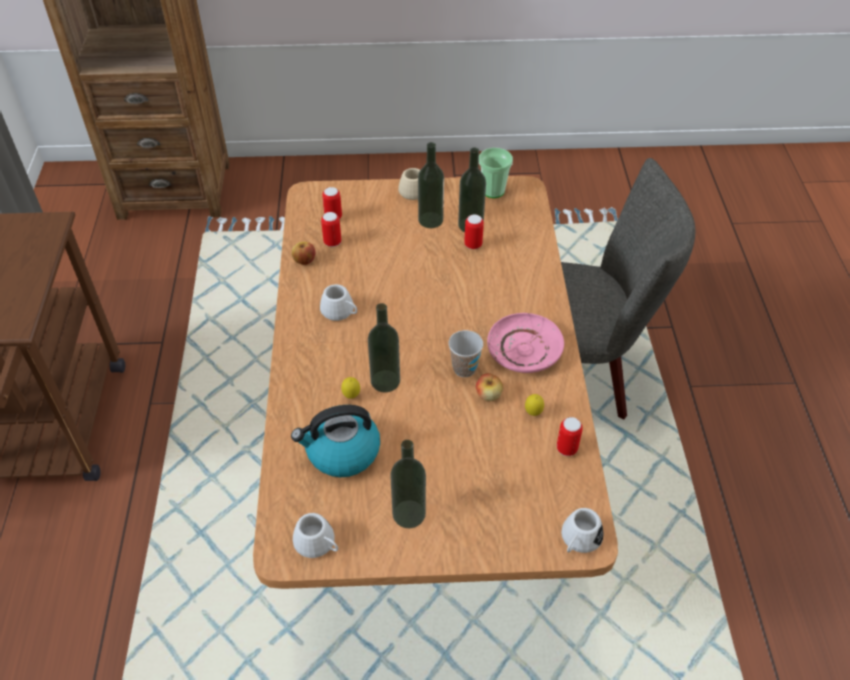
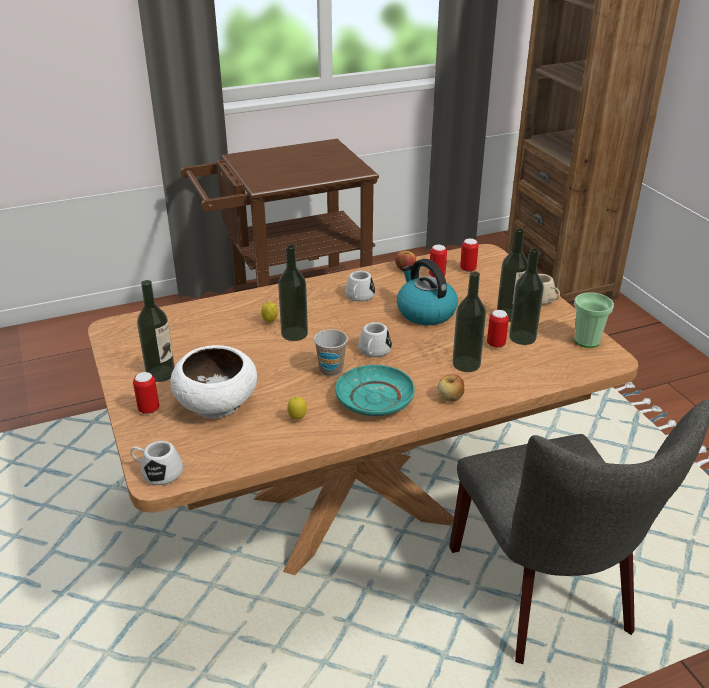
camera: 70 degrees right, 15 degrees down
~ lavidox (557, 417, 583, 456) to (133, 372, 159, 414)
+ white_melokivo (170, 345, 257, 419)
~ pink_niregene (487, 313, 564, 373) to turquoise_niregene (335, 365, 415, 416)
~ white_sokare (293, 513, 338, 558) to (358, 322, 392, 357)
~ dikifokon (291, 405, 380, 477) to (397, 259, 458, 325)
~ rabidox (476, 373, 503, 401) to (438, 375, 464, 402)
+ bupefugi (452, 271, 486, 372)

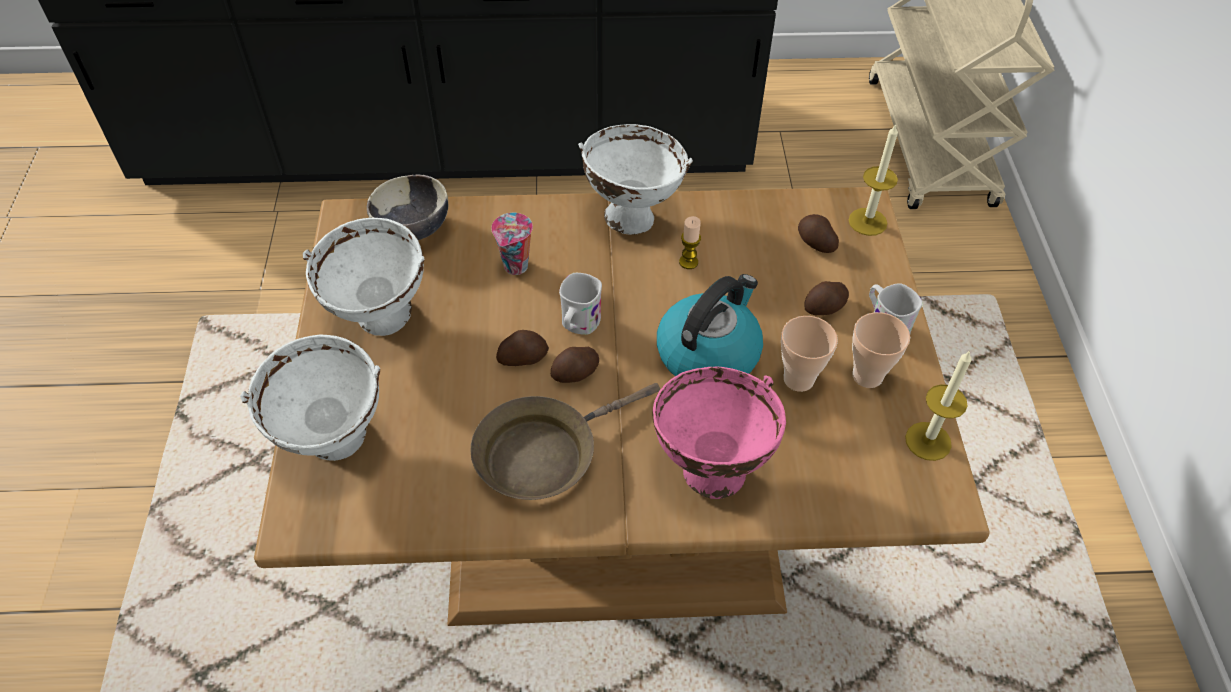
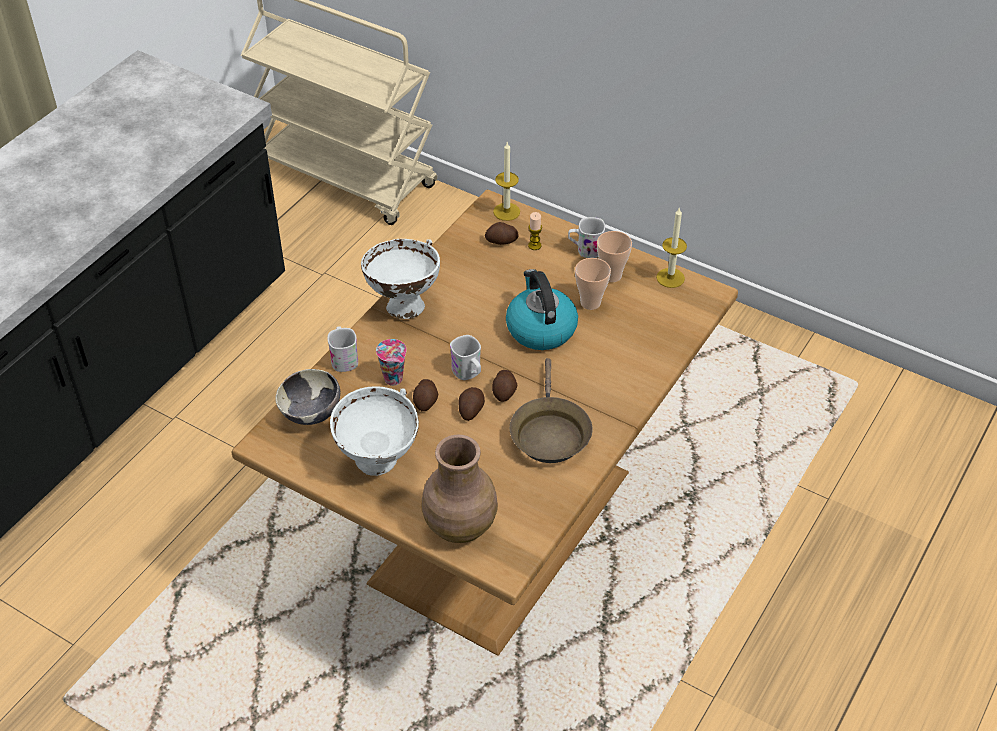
camera: 55 degrees left, 5 degrees down
+ white_sokare (327, 326, 358, 372)
~ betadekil (804, 281, 849, 315) to (413, 379, 439, 411)
~ white_melokivo (240, 335, 380, 461) to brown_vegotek (421, 435, 498, 543)
~ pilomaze (679, 216, 701, 269) to (528, 212, 542, 250)
- pink_melokivo (653, 367, 786, 499)

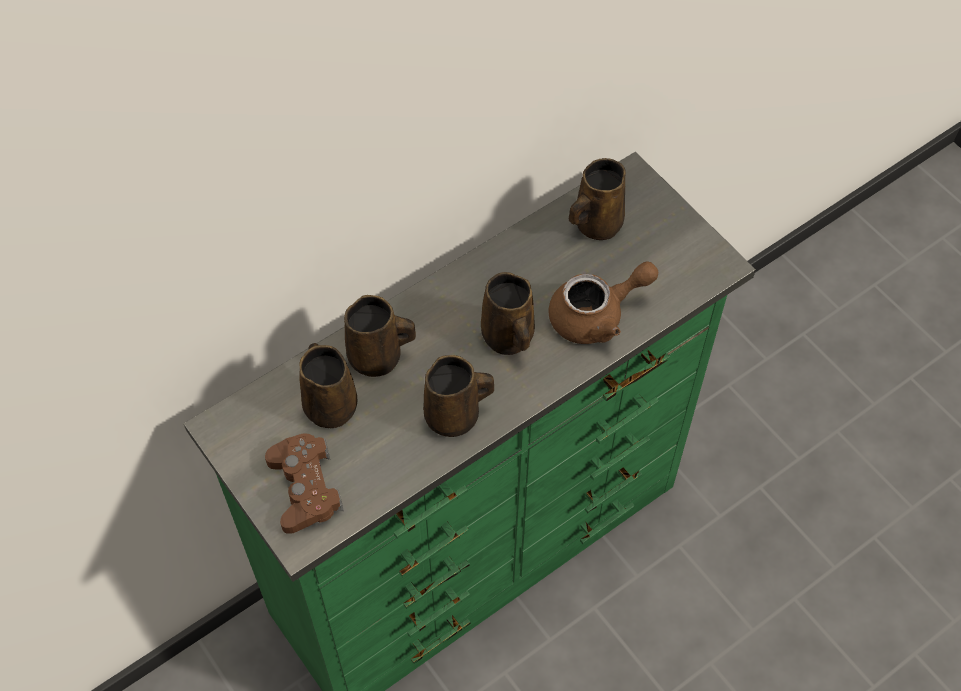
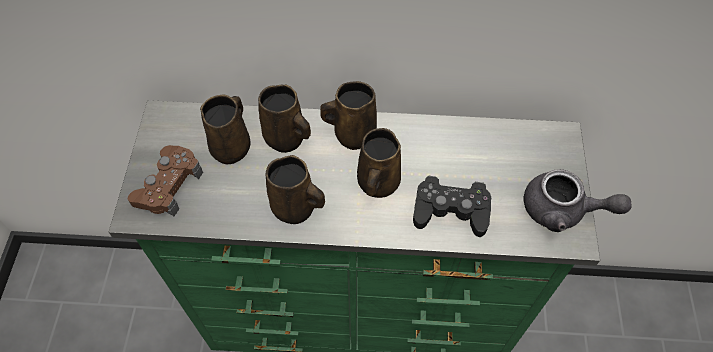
camera: 40 degrees right, 0 degrees up
~ brown_sokare (569, 158, 626, 240) to (320, 81, 377, 150)
~ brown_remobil (549, 261, 658, 344) to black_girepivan (413, 176, 491, 237)
+ grey_remobil (524, 169, 632, 232)

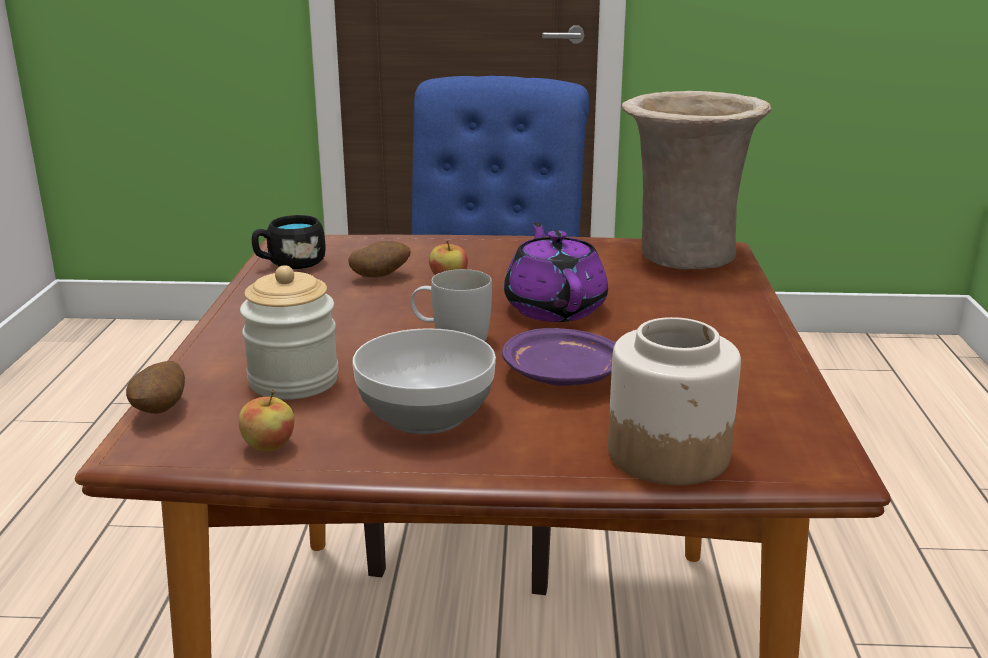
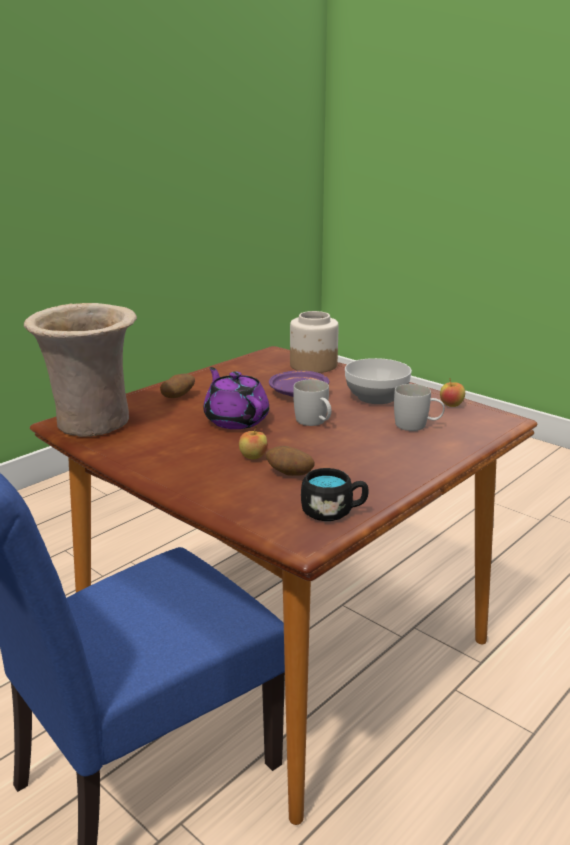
camera: 140 degrees left, 0 degrees up
~ betadekil (126, 361, 185, 414) to (160, 374, 195, 398)
~ purple_remobil (504, 222, 608, 322) = (203, 367, 269, 429) 120 degrees clockwise
~ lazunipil (240, 265, 339, 400) to white_sokare (394, 384, 445, 431)

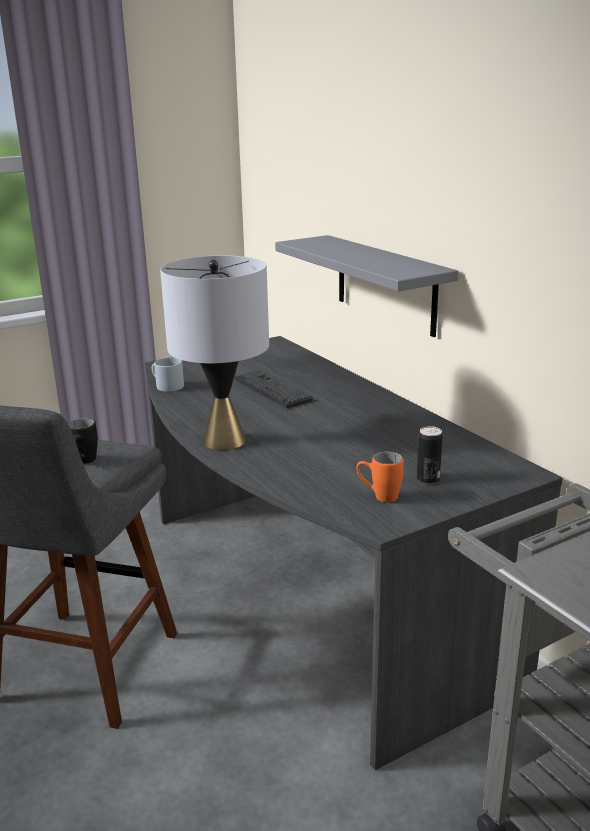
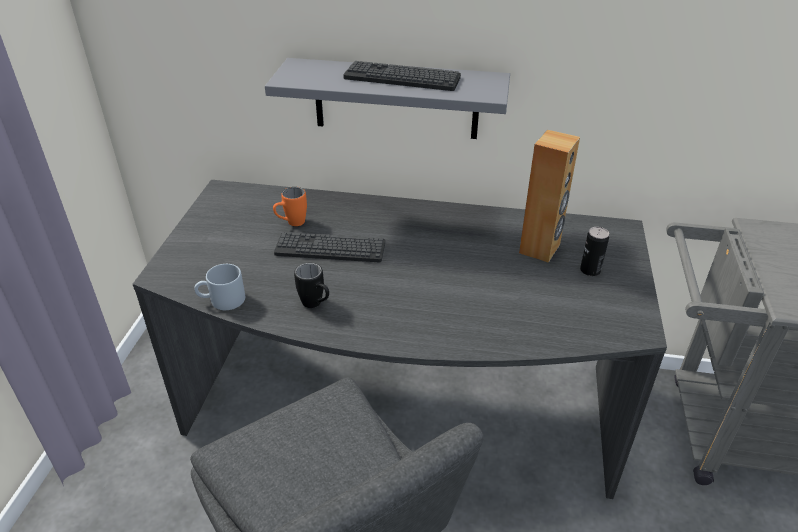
camera: 50 degrees left, 15 degrees up
~ orange_sokare (356, 451, 404, 502) to (273, 187, 307, 226)
~ black_sokare (68, 418, 98, 464) to (294, 263, 329, 308)
+ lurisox (343, 61, 461, 91)
+ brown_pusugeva (519, 130, 580, 263)
- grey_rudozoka (160, 255, 269, 450)

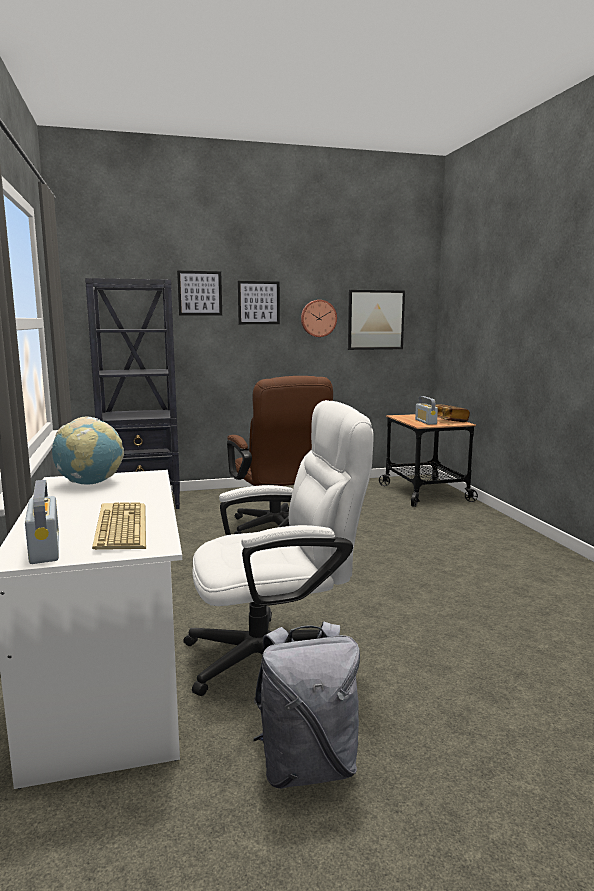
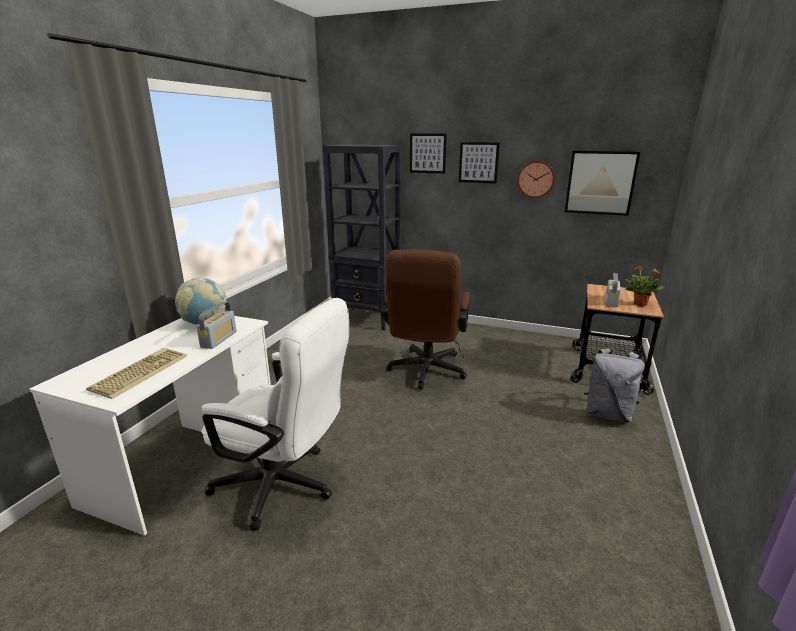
camera: 35 degrees right, 10 degrees up
~ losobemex (25, 480, 59, 564) to (196, 301, 236, 349)
~ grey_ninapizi (254, 622, 360, 789) to (584, 348, 645, 422)
~ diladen (435, 405, 470, 422) to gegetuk (625, 265, 665, 306)

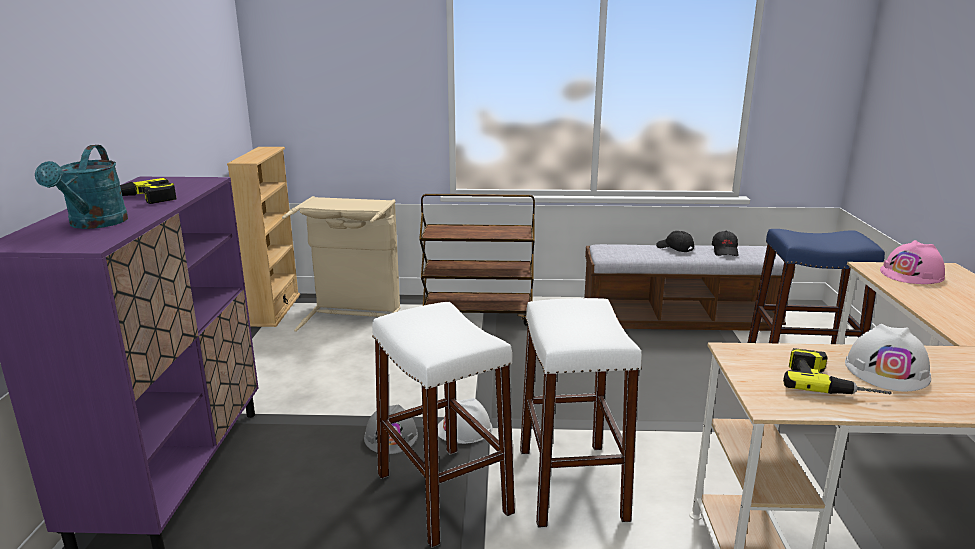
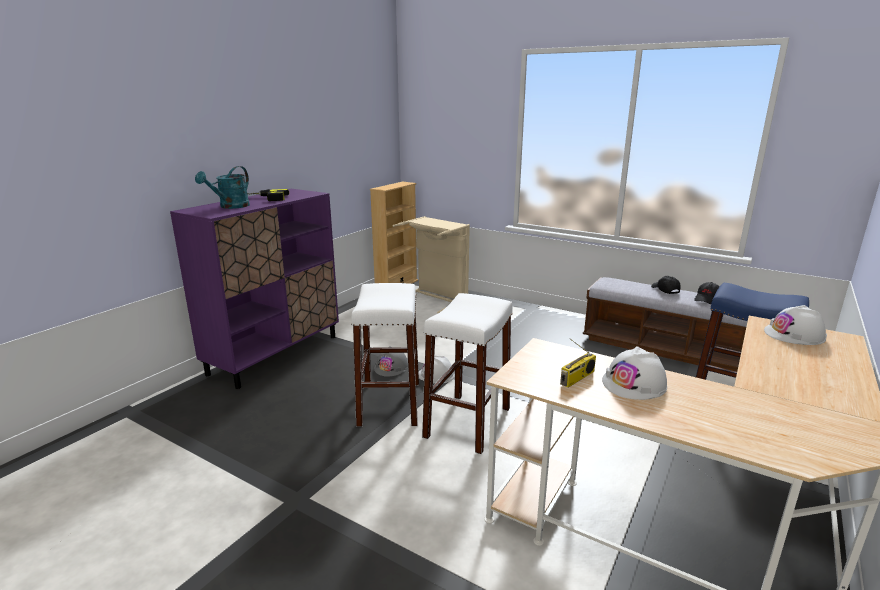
camera: 30 degrees right, 0 degrees up
~ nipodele (783, 348, 892, 394) to losobemex (560, 339, 596, 388)
~ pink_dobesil (880, 240, 945, 284) to white_dobesil (764, 305, 827, 345)
- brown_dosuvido (419, 194, 535, 326)

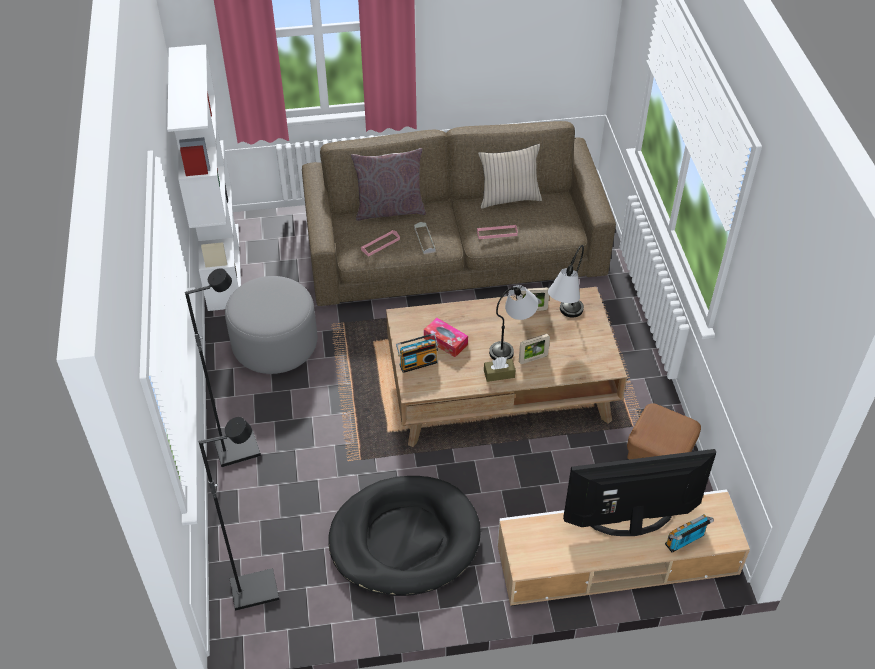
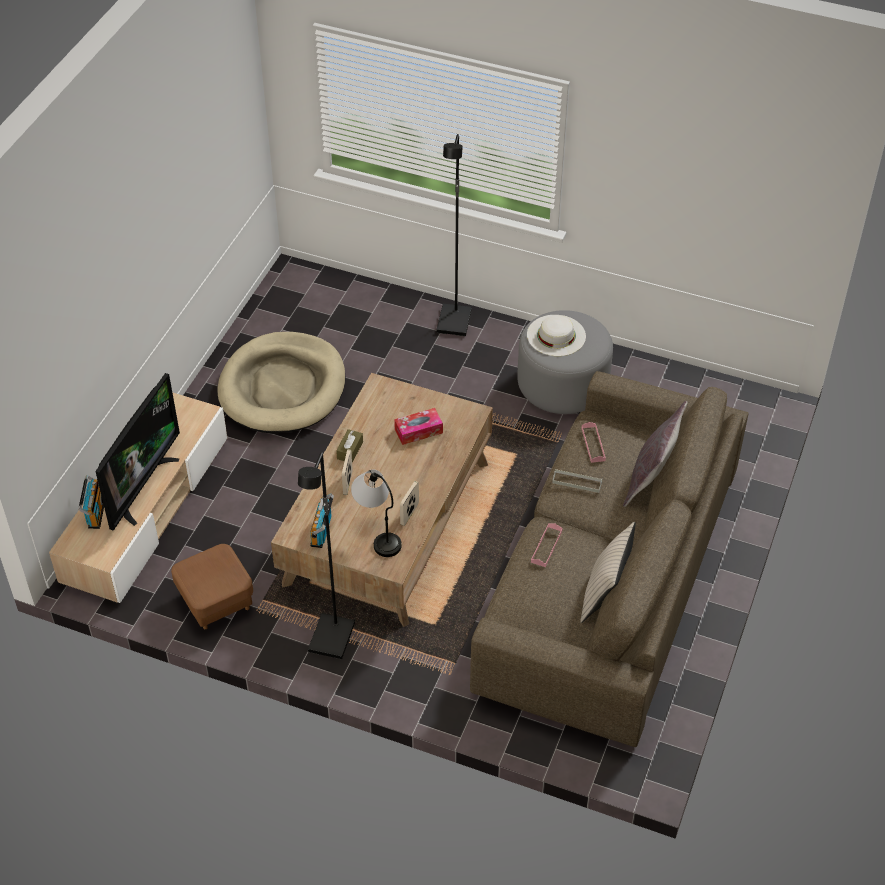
camera: 120 degrees right, 0 degrees up
~ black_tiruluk (328, 476, 481, 596) to beige_tiruluk (217, 332, 345, 434)
~ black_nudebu (199, 417, 279, 611) to (298, 452, 355, 659)
~ losobemex (396, 333, 438, 373) to (310, 494, 334, 548)
+ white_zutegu (527, 315, 586, 356)
- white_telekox (167, 45, 241, 311)
- rudozoka (489, 285, 538, 360)

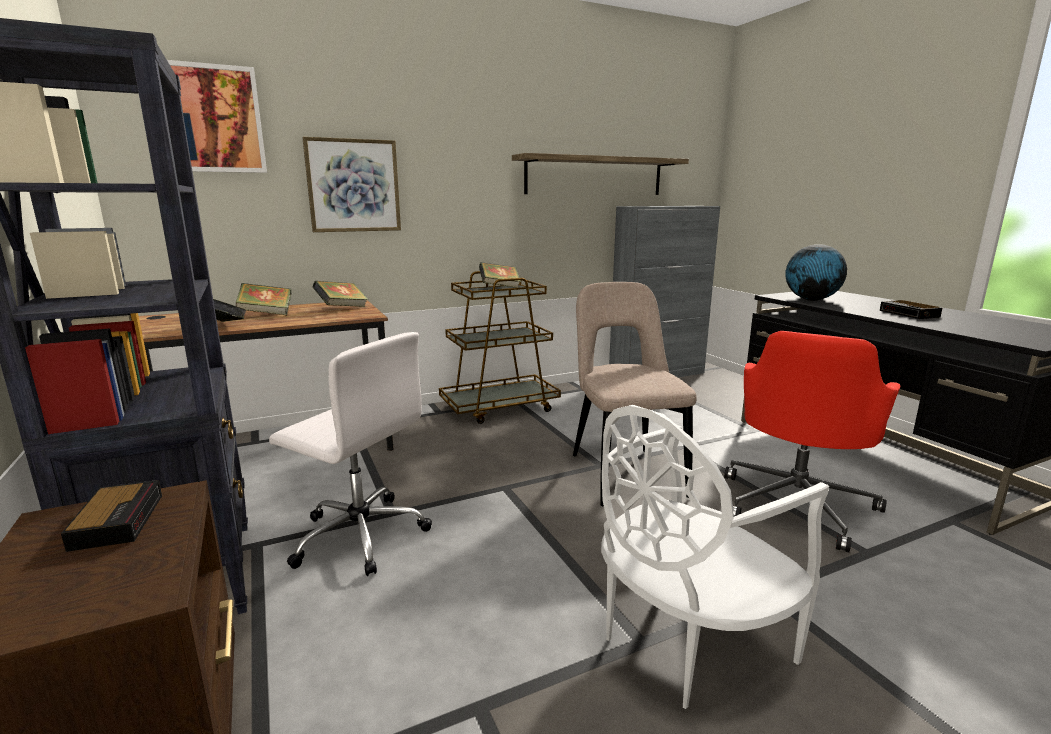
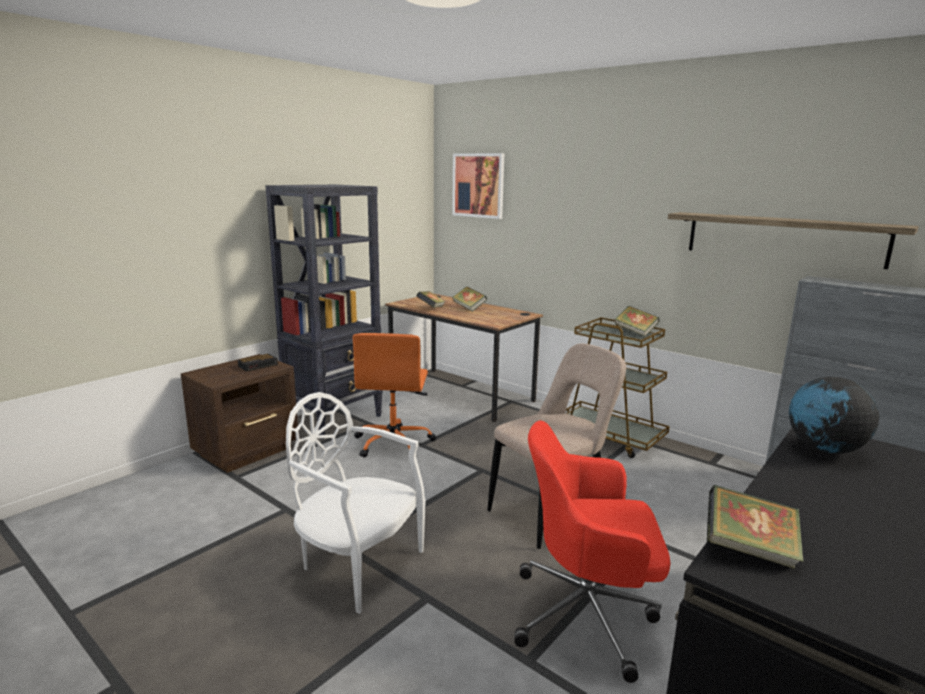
camera: 65 degrees right, 0 degrees up
~ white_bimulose (269, 332, 432, 576) to orange_bimulose (352, 333, 436, 458)
~ diladen (313, 281, 368, 307) to (707, 485, 804, 569)
- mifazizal (302, 137, 401, 232)
- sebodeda (880, 300, 942, 319)

